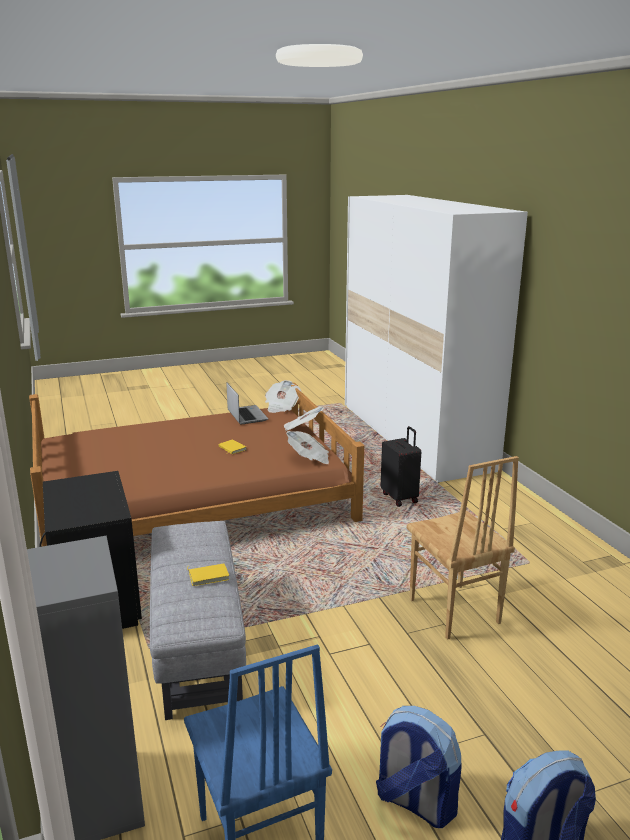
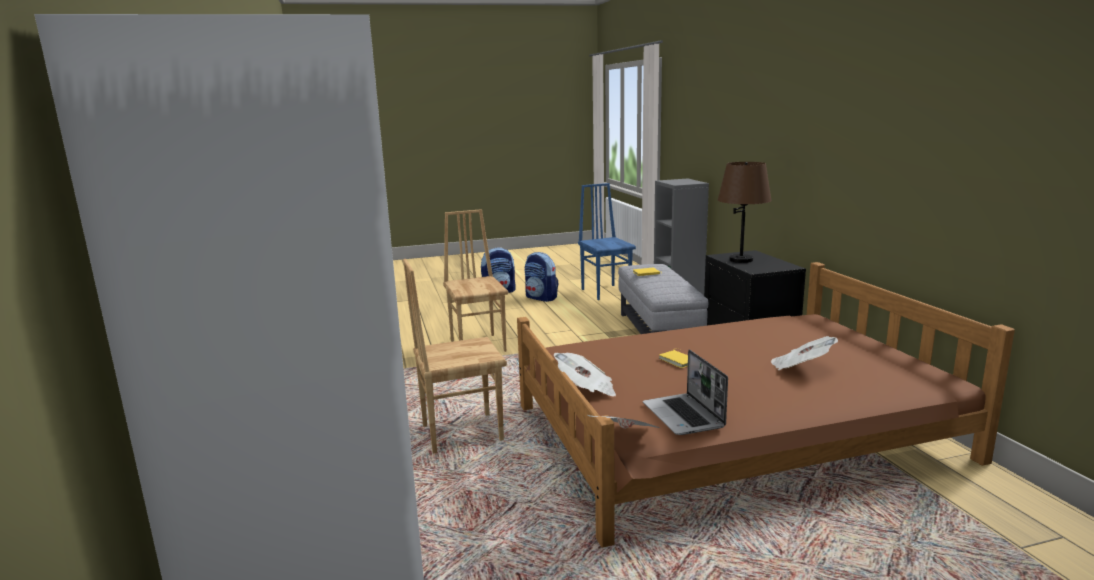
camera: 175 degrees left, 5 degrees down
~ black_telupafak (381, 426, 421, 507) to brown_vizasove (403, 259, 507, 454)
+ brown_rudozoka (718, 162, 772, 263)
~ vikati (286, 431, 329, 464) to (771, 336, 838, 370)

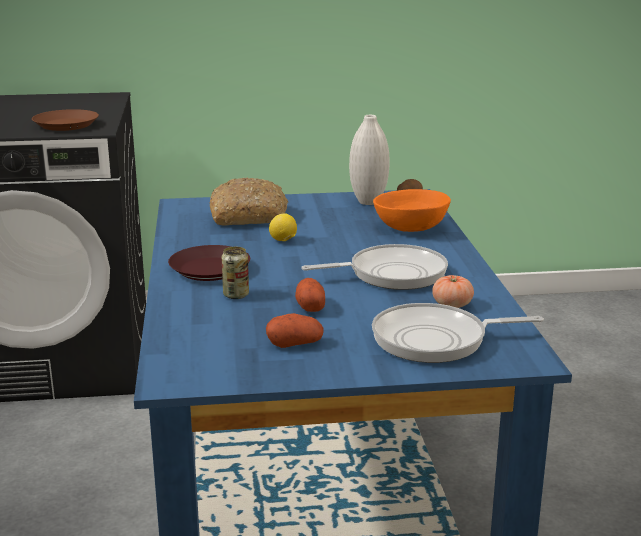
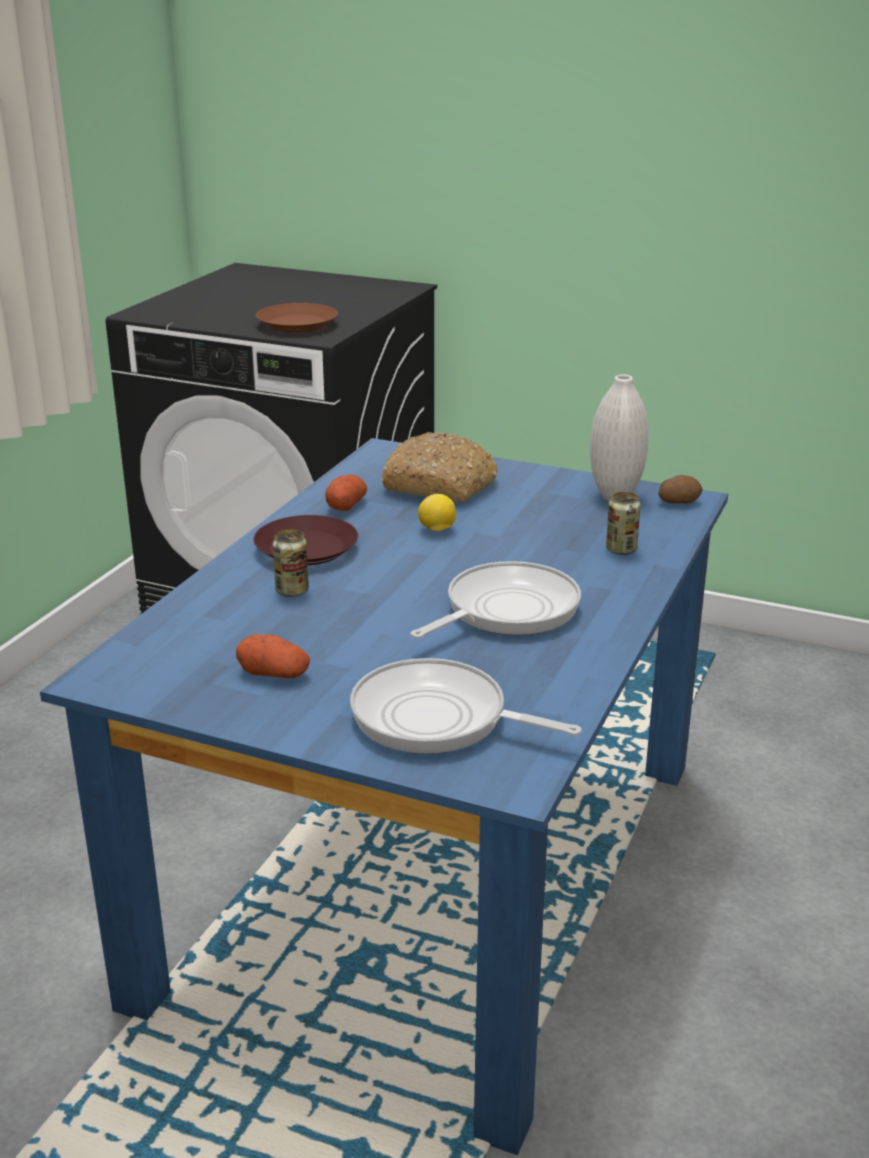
camera: 30 degrees right, 5 degrees up
~ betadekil (295, 278, 325, 312) to (325, 474, 367, 511)
~ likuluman (301, 244, 448, 290) = (410, 561, 581, 639) 60 degrees counterclockwise
~ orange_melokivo (373, 189, 451, 232) to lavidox (606, 492, 641, 555)
- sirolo (432, 275, 474, 308)

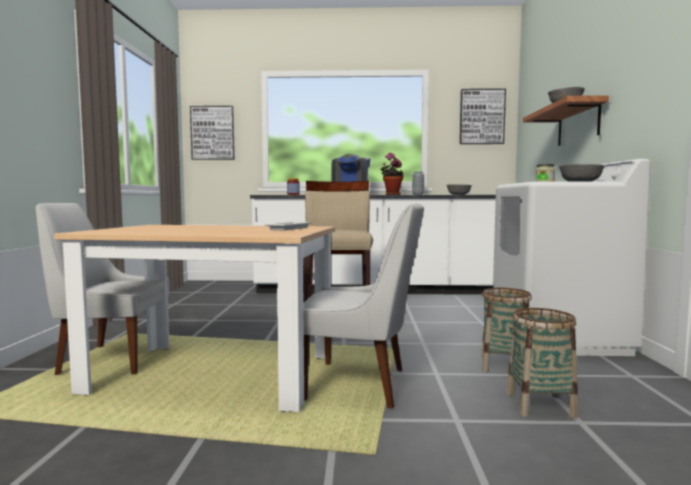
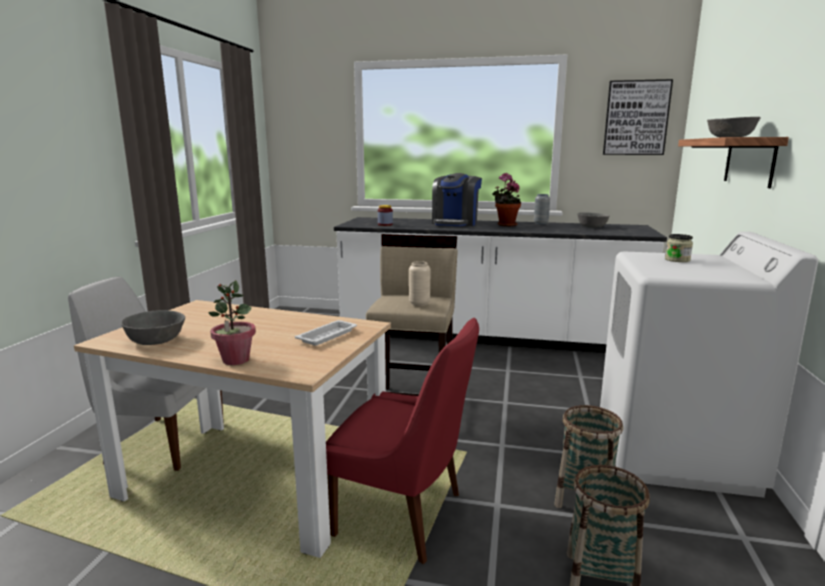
camera: 10 degrees right, 10 degrees up
~ grey_melokivo (559, 164, 604, 182) to (121, 310, 185, 345)
+ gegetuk (208, 280, 256, 365)
~ white_vizasove (303, 203, 424, 409) to red_vizasove (326, 318, 479, 564)
+ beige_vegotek (409, 261, 430, 306)
- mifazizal (190, 106, 235, 160)

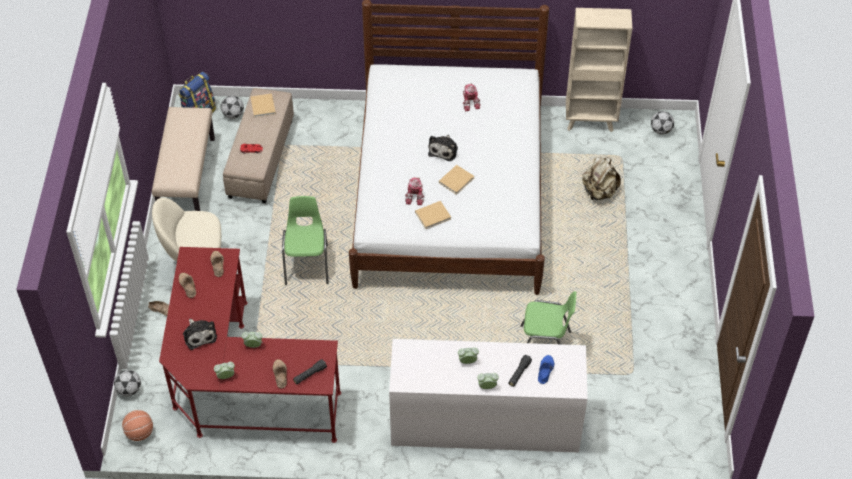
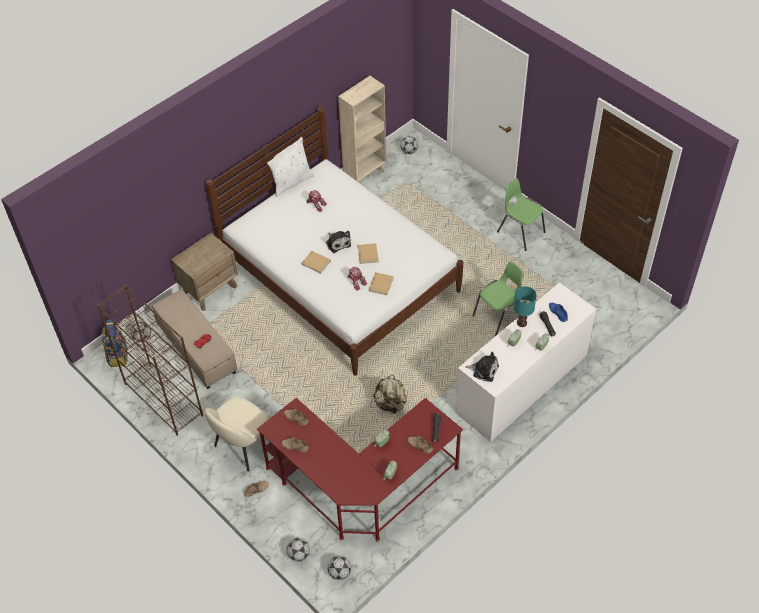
camera: 45 degrees left, 0 degrees up
~ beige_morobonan (152, 107, 215, 211) to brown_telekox (97, 285, 203, 436)
+ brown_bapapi (171, 232, 238, 311)
+ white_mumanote (267, 137, 314, 196)
~ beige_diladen (250, 93, 276, 117) to (302, 251, 331, 274)
~ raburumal (122, 410, 153, 441) to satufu (328, 556, 351, 580)
~ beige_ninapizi (582, 157, 621, 201) to (373, 375, 407, 415)
~ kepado (183, 319, 217, 350) to (466, 352, 499, 382)
~ green_vizasove (282, 196, 329, 285) to (497, 178, 546, 251)
+ turquoise_rudozoka (513, 286, 536, 327)

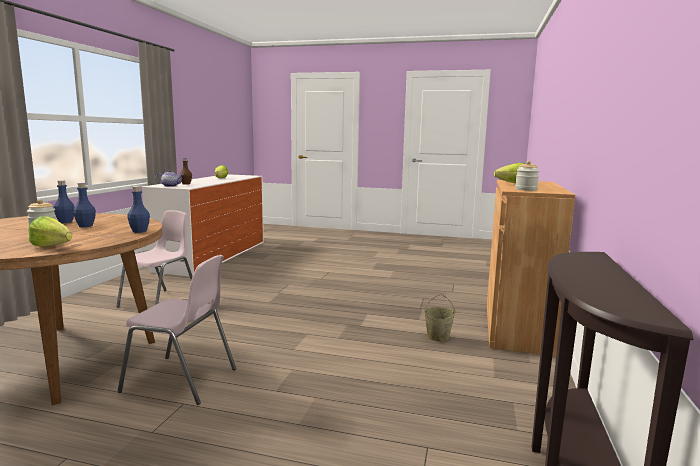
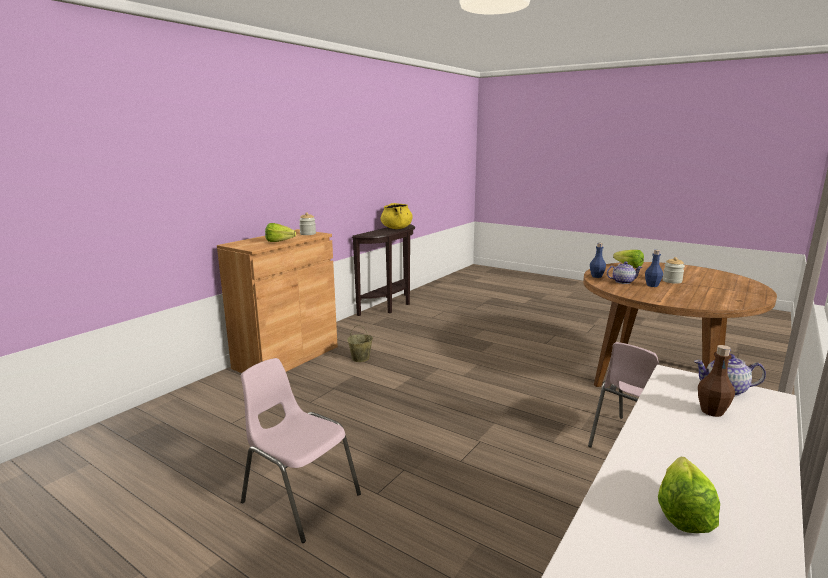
camera: 160 degrees left, 5 degrees up
~ pink_vizasove (118, 255, 236, 405) to (241, 358, 361, 543)
+ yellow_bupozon (381, 203, 413, 229)
+ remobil (607, 262, 642, 284)
- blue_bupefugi (54, 181, 75, 223)

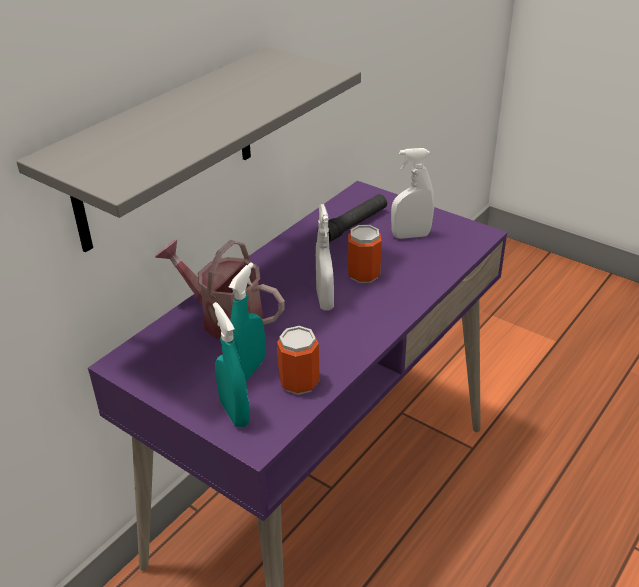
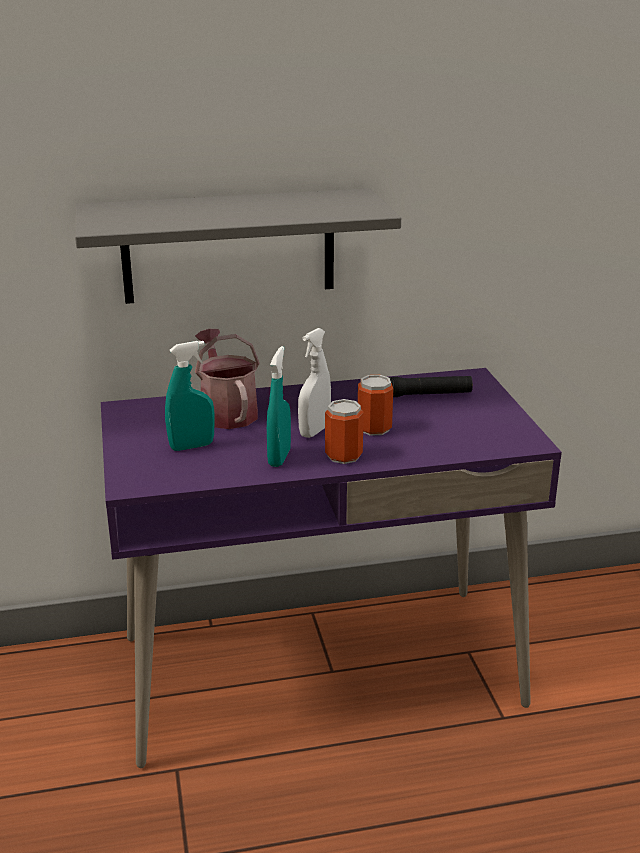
camera: 40 degrees right, 10 degrees down
~ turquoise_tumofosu (213, 302, 250, 428) to (267, 346, 291, 467)
~ lavidox (277, 326, 320, 395) to (325, 399, 364, 464)
- white_tumofosu (391, 148, 434, 239)

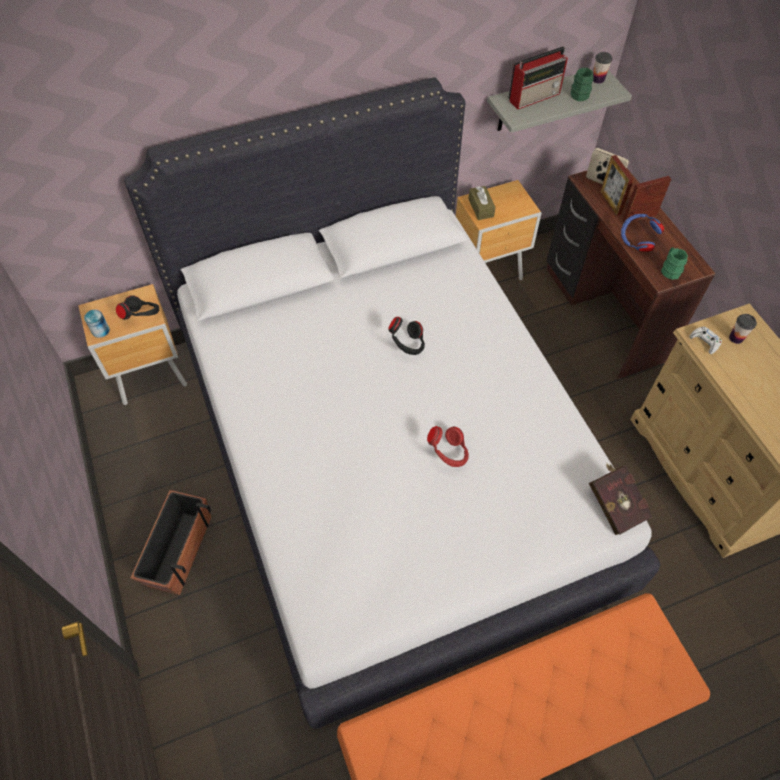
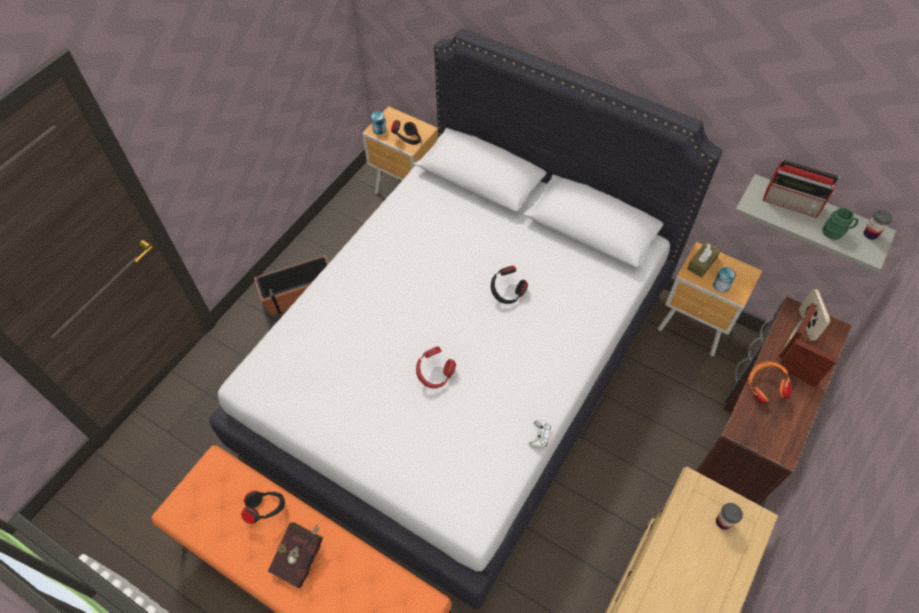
camera: 55 degrees right, 0 degrees up
+ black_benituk (241, 491, 285, 524)
~ red_diladen (589, 462, 652, 535) to (268, 522, 323, 588)
~ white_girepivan (689, 326, 722, 354) to (529, 420, 551, 448)
+ lavidox (713, 267, 736, 293)
~ blue_benituk (621, 214, 664, 252) to orange_benituk (748, 361, 791, 404)
- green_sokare (661, 248, 688, 280)

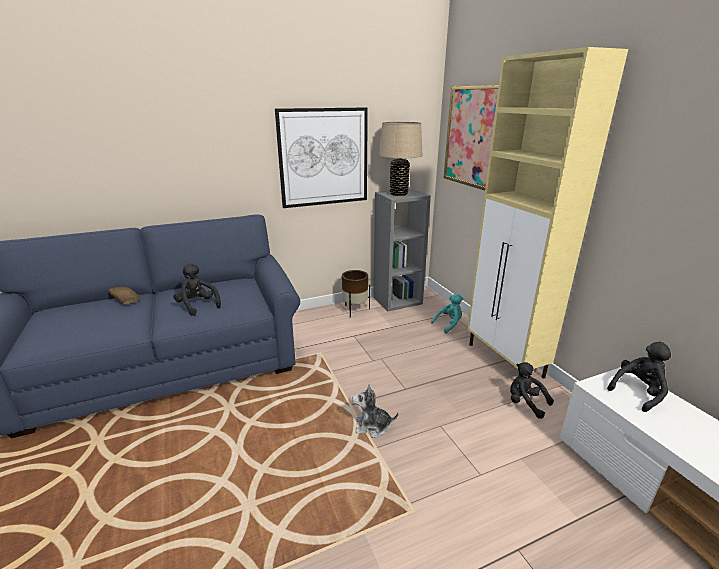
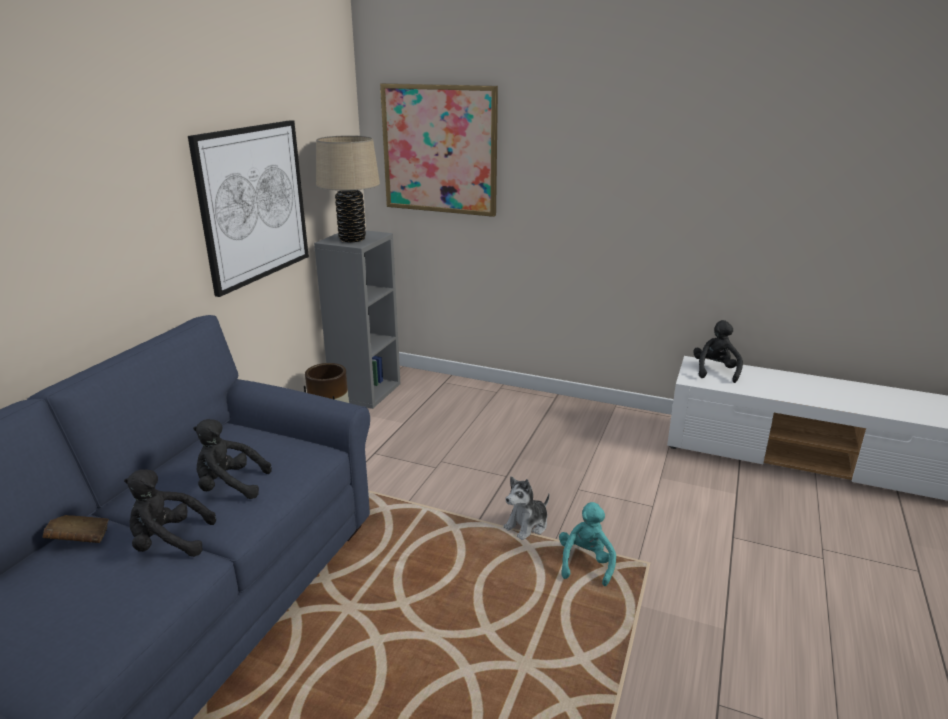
camera: 45 degrees left, 0 degrees up
~ black_kepado (510, 362, 554, 419) to (124, 469, 216, 557)
~ turquoise_kepado (431, 294, 463, 334) to (559, 502, 616, 586)
- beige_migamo (467, 47, 628, 379)

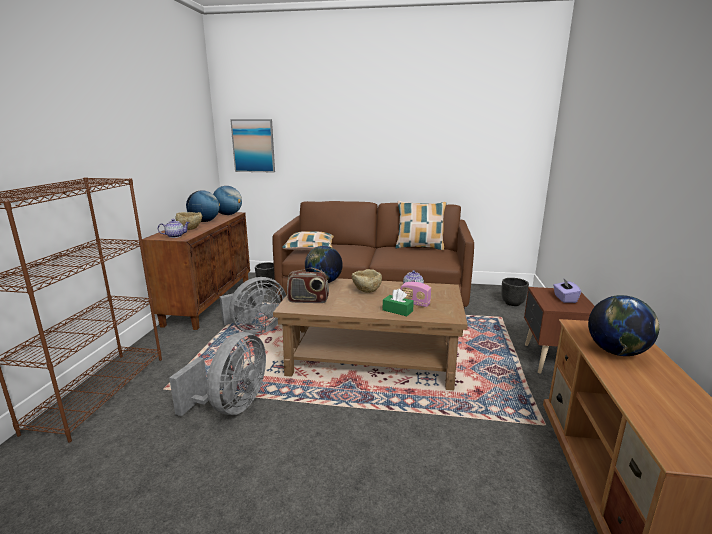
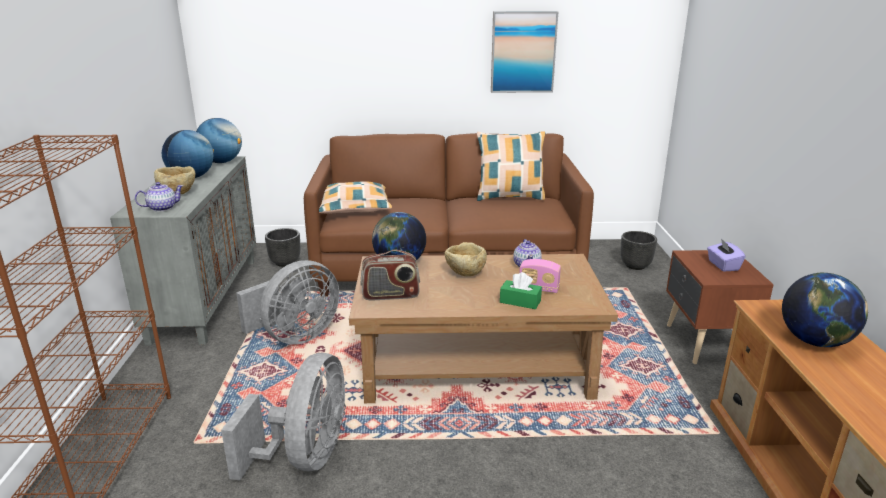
camera: 10 degrees left, 5 degrees up
~ brown_migamo (142, 212, 250, 330) to grey_migamo (110, 156, 256, 346)
~ mifazizal (230, 119, 275, 172) to (491, 11, 558, 93)

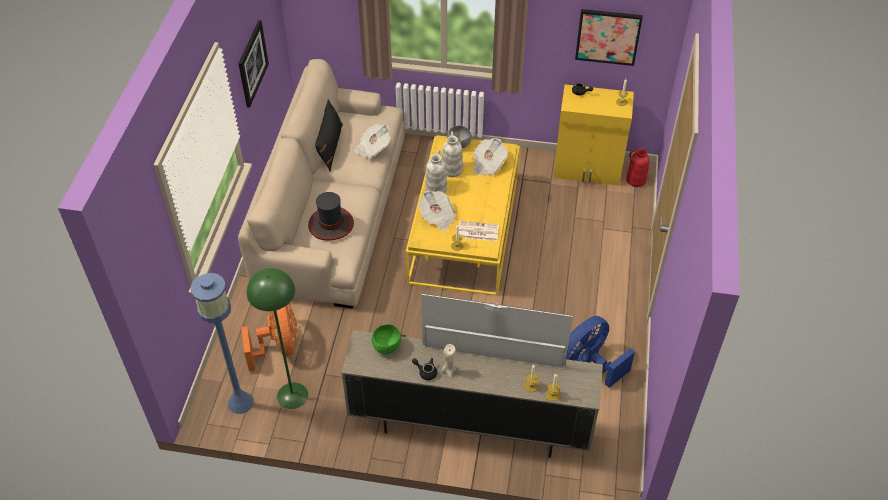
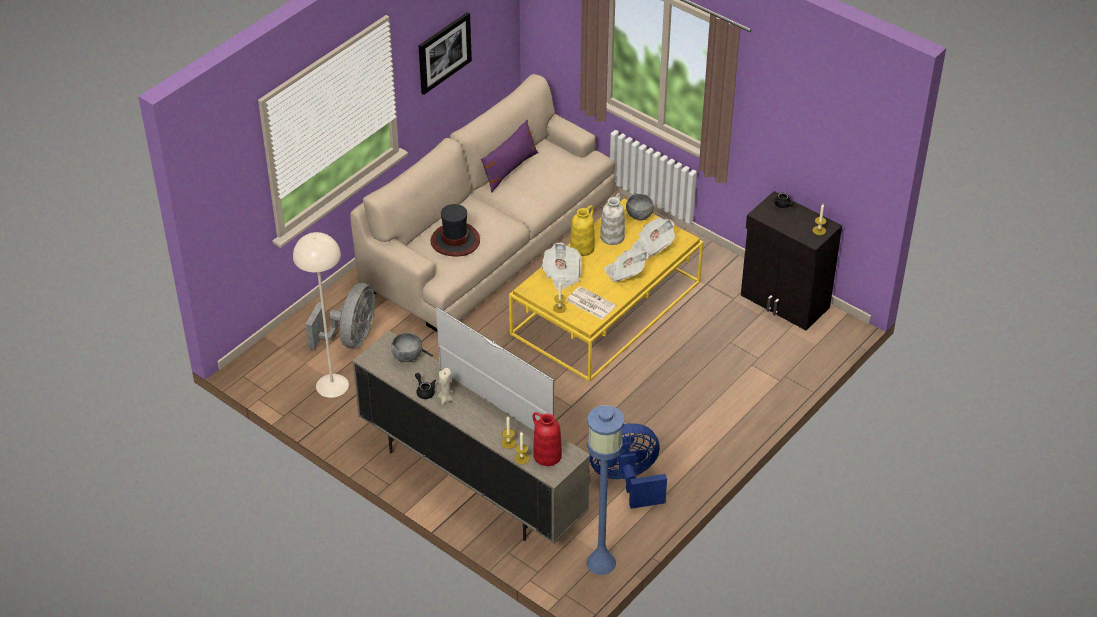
camera: 30 degrees right, 5 degrees down
~ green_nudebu (247, 268, 308, 409) to beige_nudebu (293, 232, 349, 398)
~ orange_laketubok (241, 303, 297, 372) to grey_laketubok (305, 283, 375, 350)
~ green_melokivo (372, 324, 401, 354) to grey_melokivo (391, 333, 422, 362)
~ black_mumanote (315, 99, 343, 171) to purple_mumanote (481, 120, 538, 193)
~ red_vegotek (626, 148, 649, 187) to (532, 412, 562, 466)
~ white_vegotek (425, 150, 447, 193) to yellow_vegotek (570, 205, 595, 256)
~ blue_nudebu (190, 273, 254, 414) to (586, 405, 624, 575)
~ vikati (354, 124, 390, 159) to (604, 247, 649, 283)
~ yellow_migamo (553, 84, 634, 186) to black_migamo (741, 191, 842, 331)
- mifazizal (575, 9, 643, 66)

